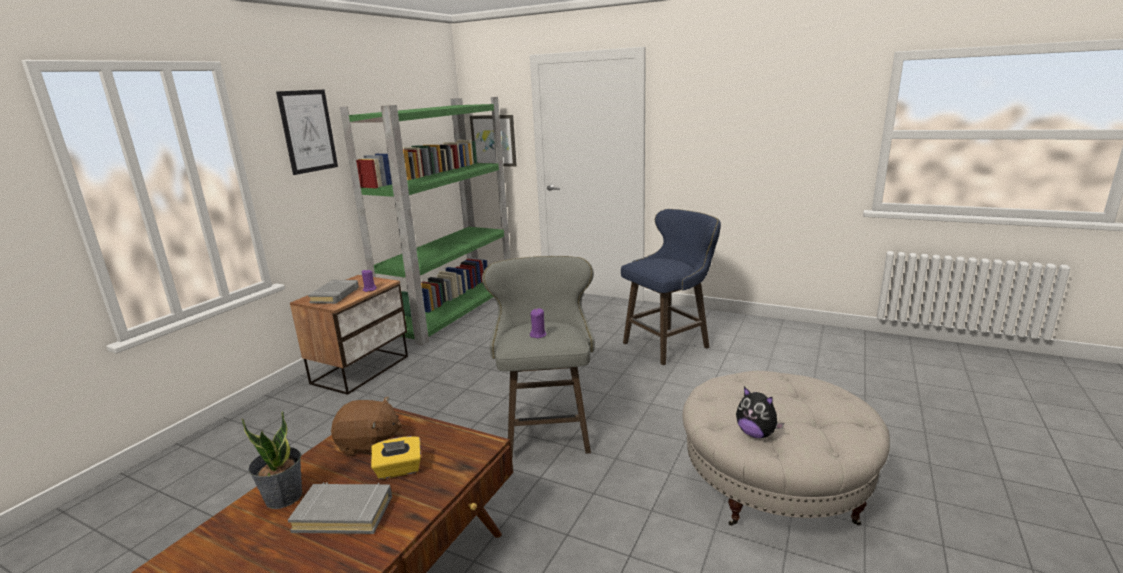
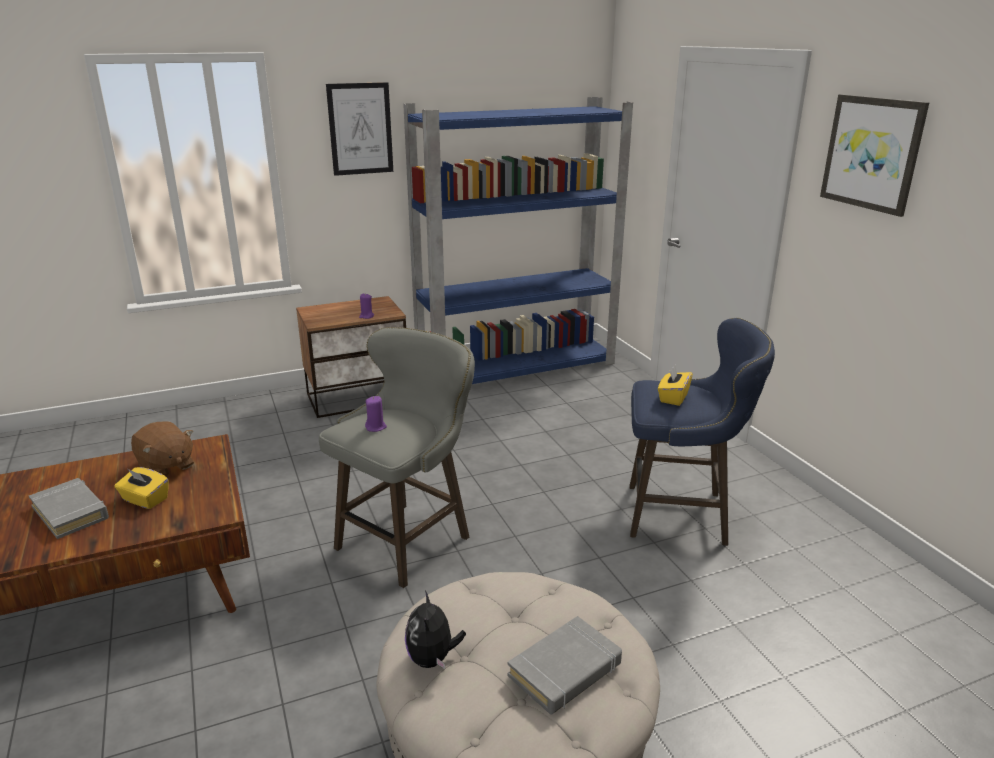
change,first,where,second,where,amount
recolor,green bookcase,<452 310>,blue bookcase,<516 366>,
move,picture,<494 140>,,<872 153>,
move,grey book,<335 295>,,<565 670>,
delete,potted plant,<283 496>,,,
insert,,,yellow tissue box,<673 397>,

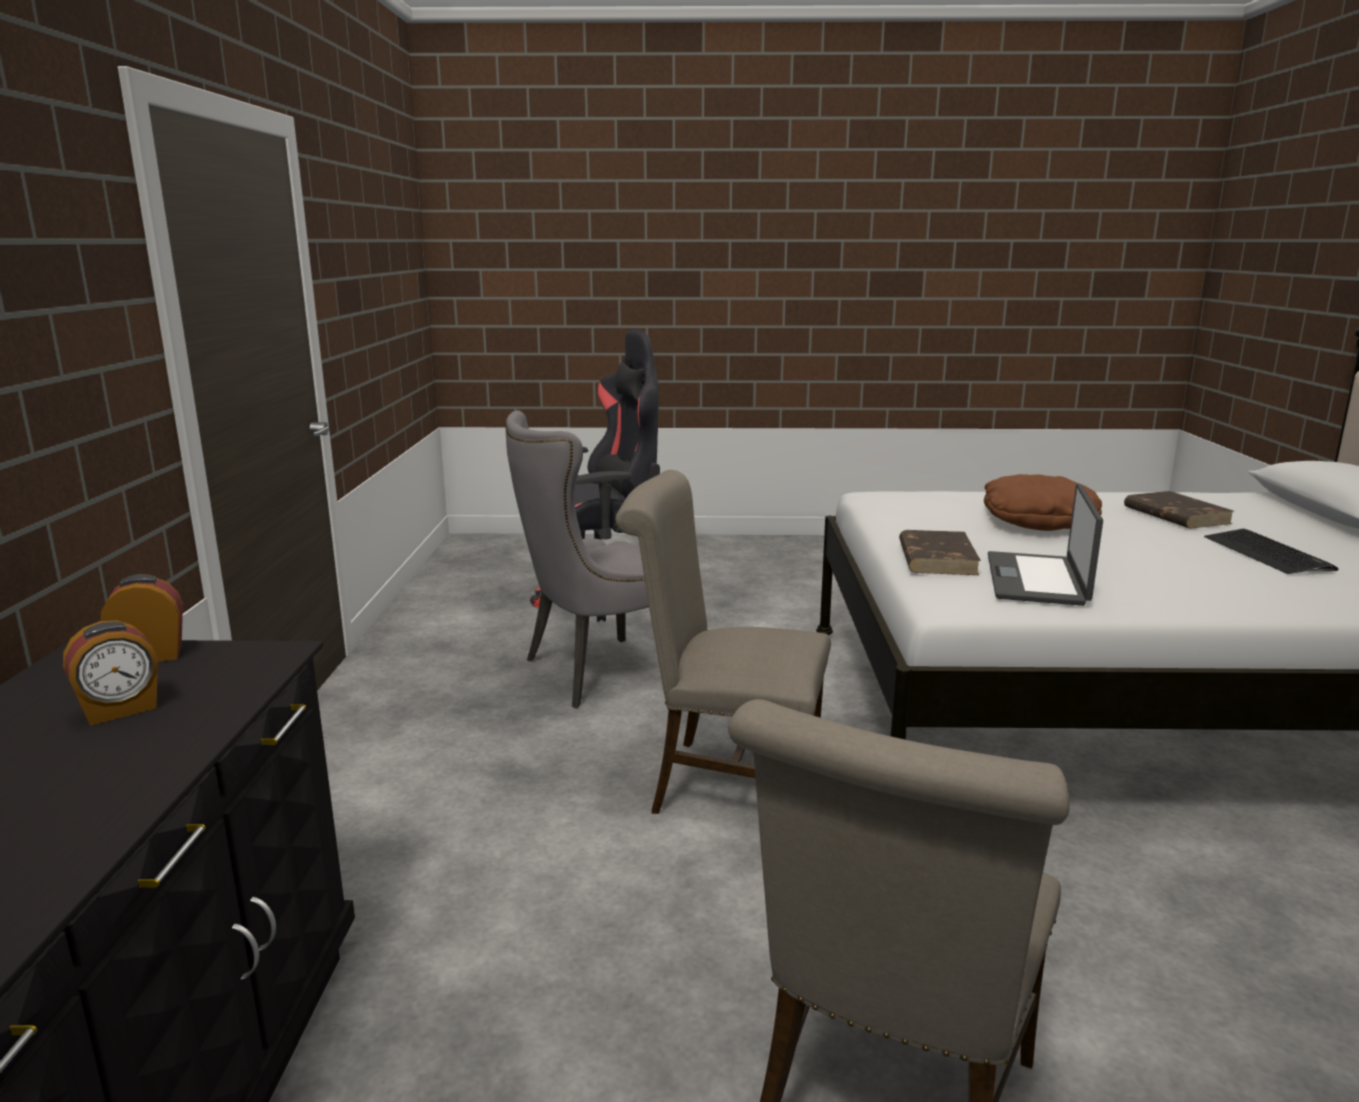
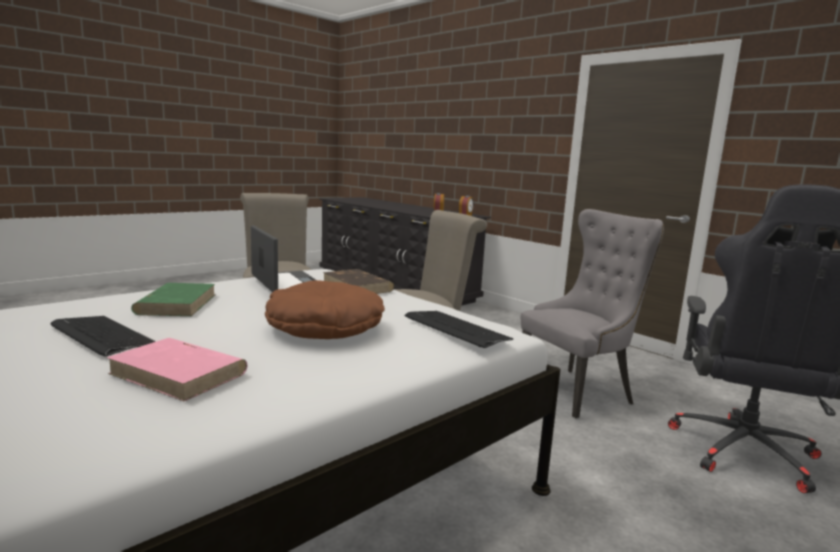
change,first,where,second,where,amount
rotate,grey chair,<595 672>,,<575 392>,45 degrees clockwise
recolor,brown book,<1175 515>,pink book,<179 373>,
insert,,,green book,<177 304>,
insert,,,keyboard,<456 329>,

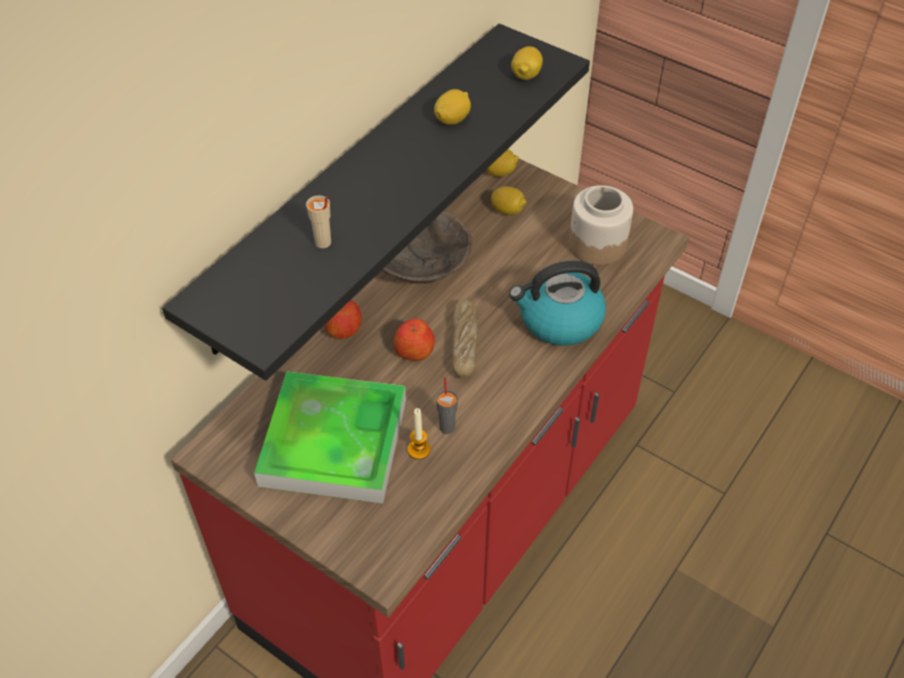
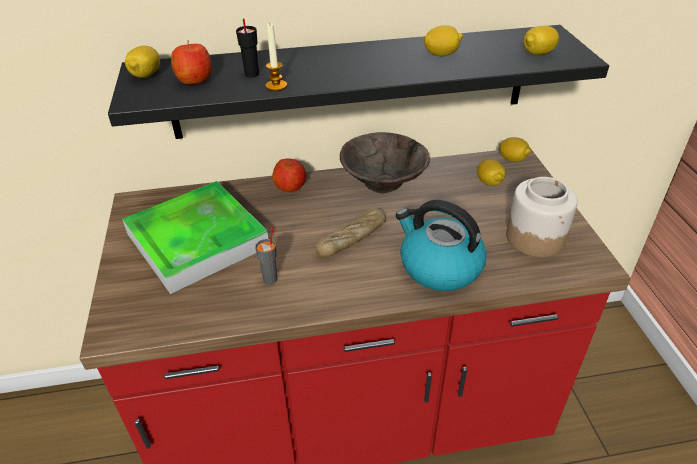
change,first,where,second,where,amount
recolor,beige cup,<323 242>,black cup,<251 74>,
move,apple,<414 351>,,<194 80>,
move,candle,<419 449>,,<276 86>,
insert,,,lemon,<146 75>,

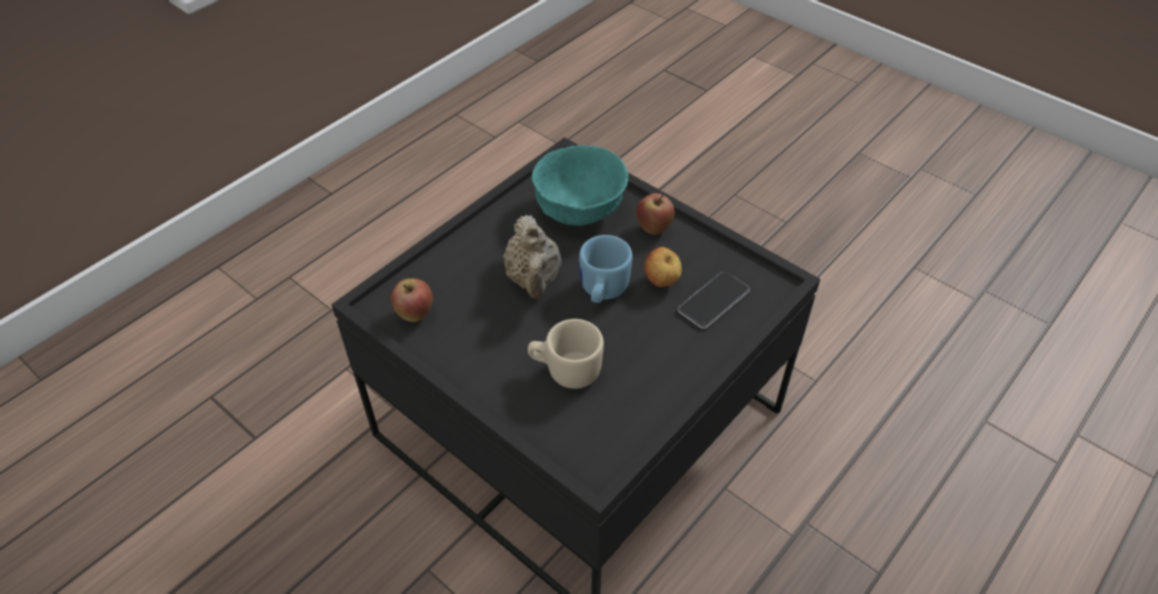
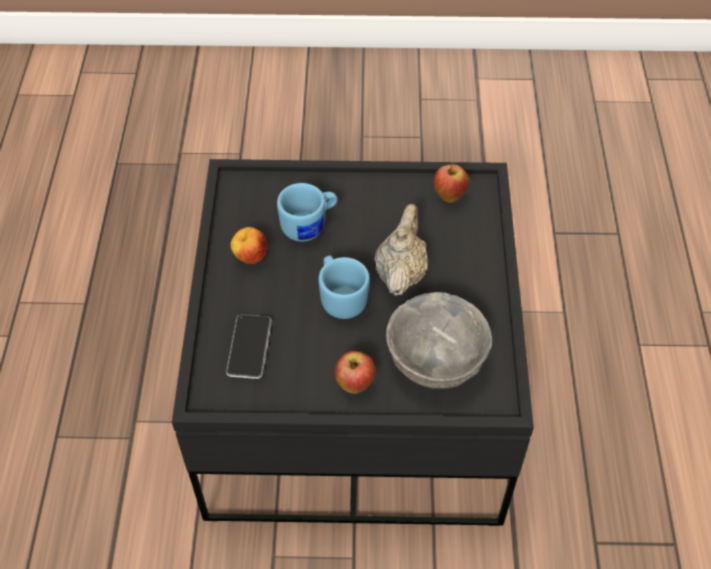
change,first,where,second,where,amount
recolor,turquoise bowl,<580 210>,grey bowl,<434 360>,
rotate,beige teapot,<533 280>,,<400 273>,60 degrees clockwise
move,apple,<661 281>,,<250 257>,
recolor,beige mug,<565 370>,blue mug,<310 226>,

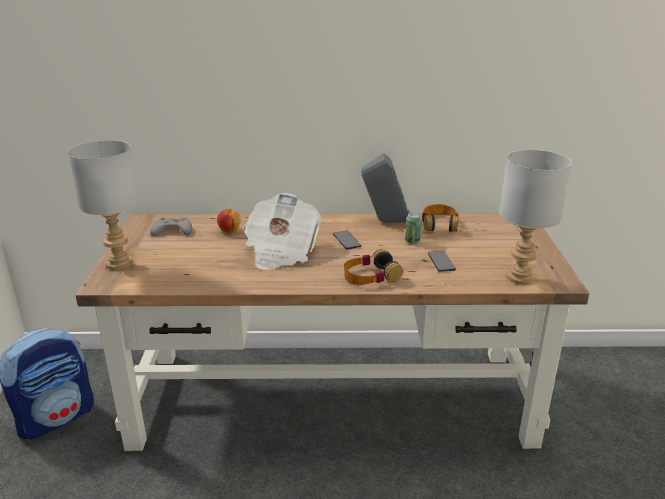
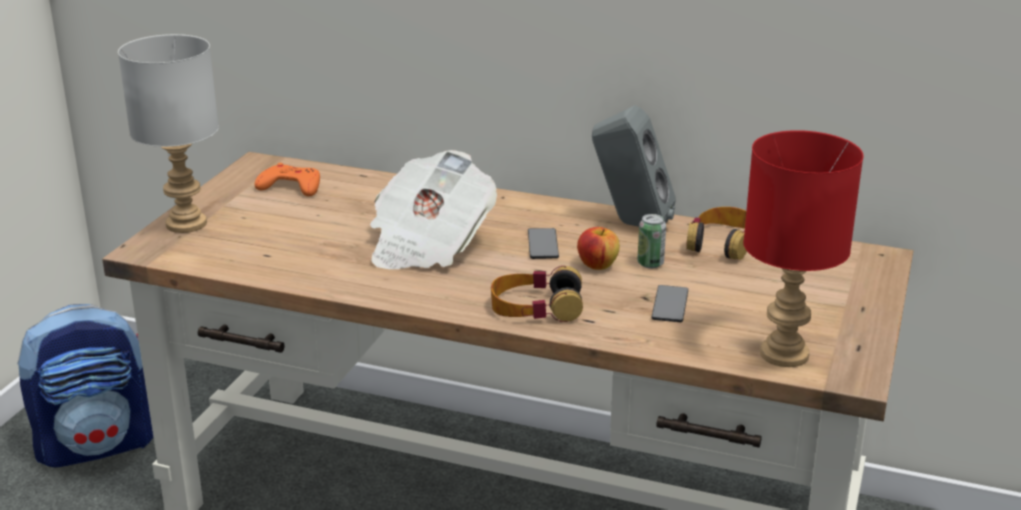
change,first,where,second,where,amount
recolor,grey table lamp,<521 277>,red table lamp,<786 354>,
move,apple,<229 230>,,<597 265>,
recolor,grey game controller,<172 231>,orange game controller,<291 186>,

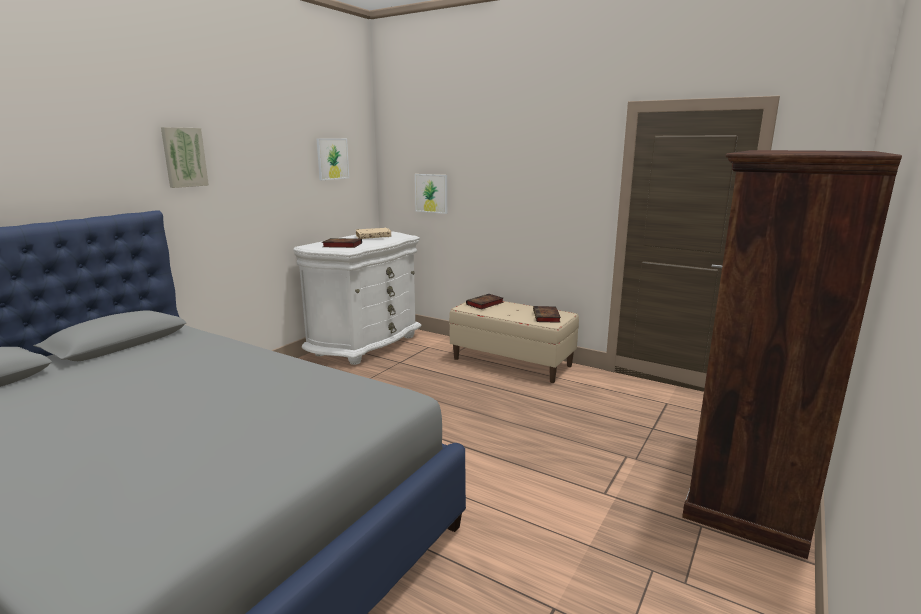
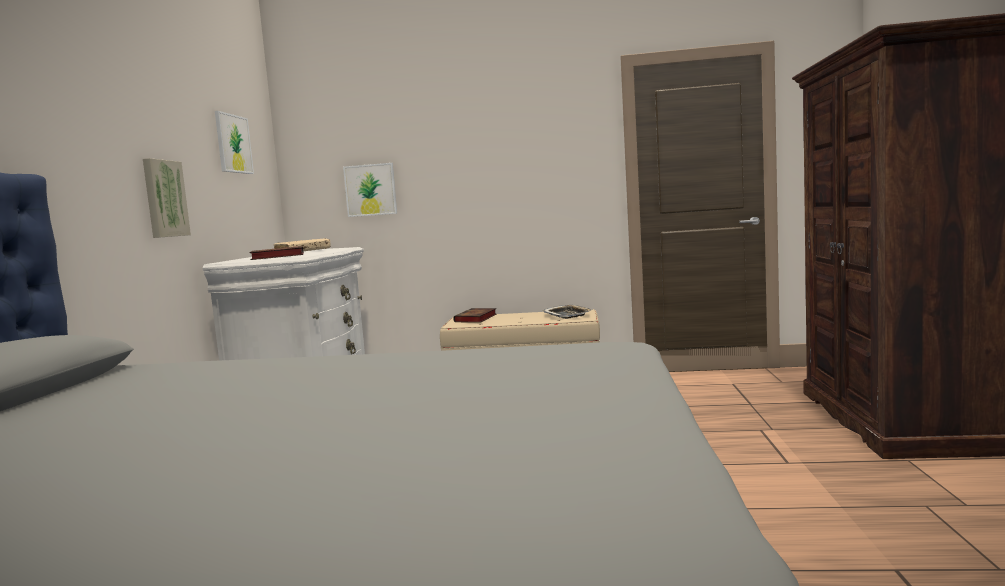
change,first,where,second,where,amount
move,picture,<184 157>,,<164 198>,
replace,book,<546 317>,tray,<567 315>,

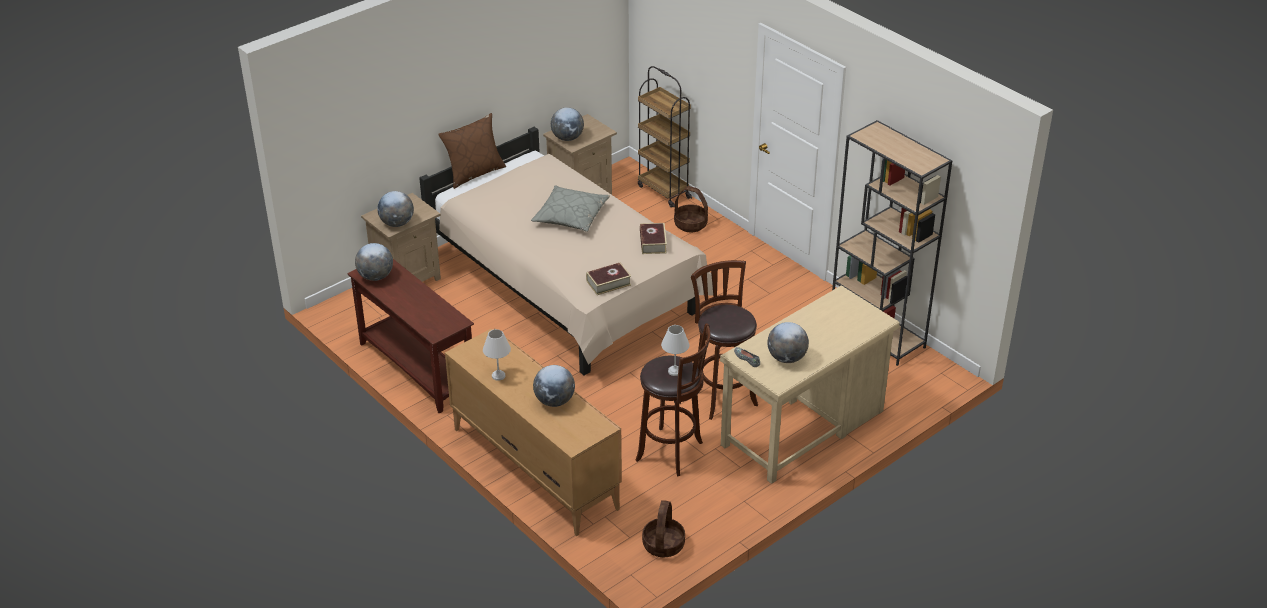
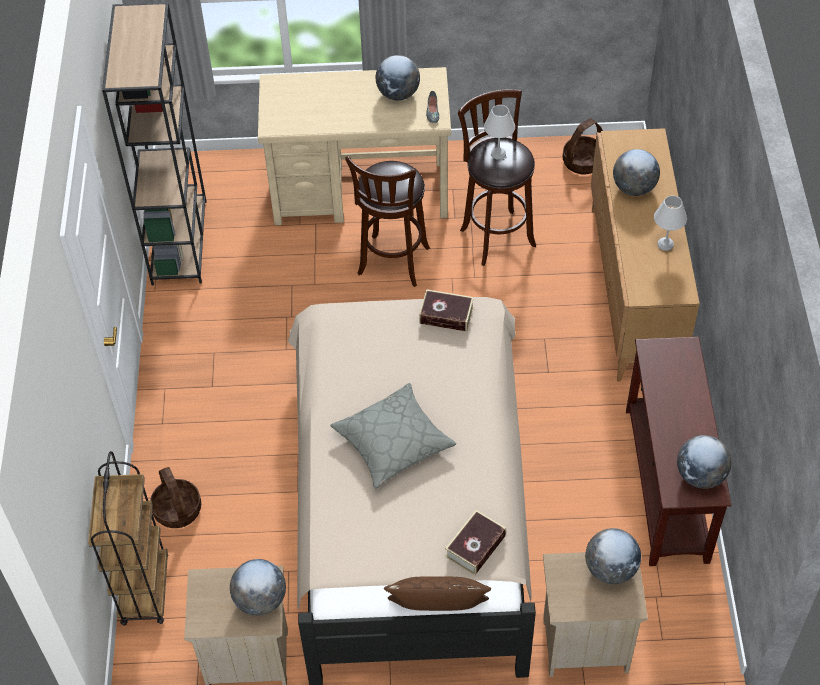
change,first,where,second,where,amount
move,book,<653 243>,,<475 546>,

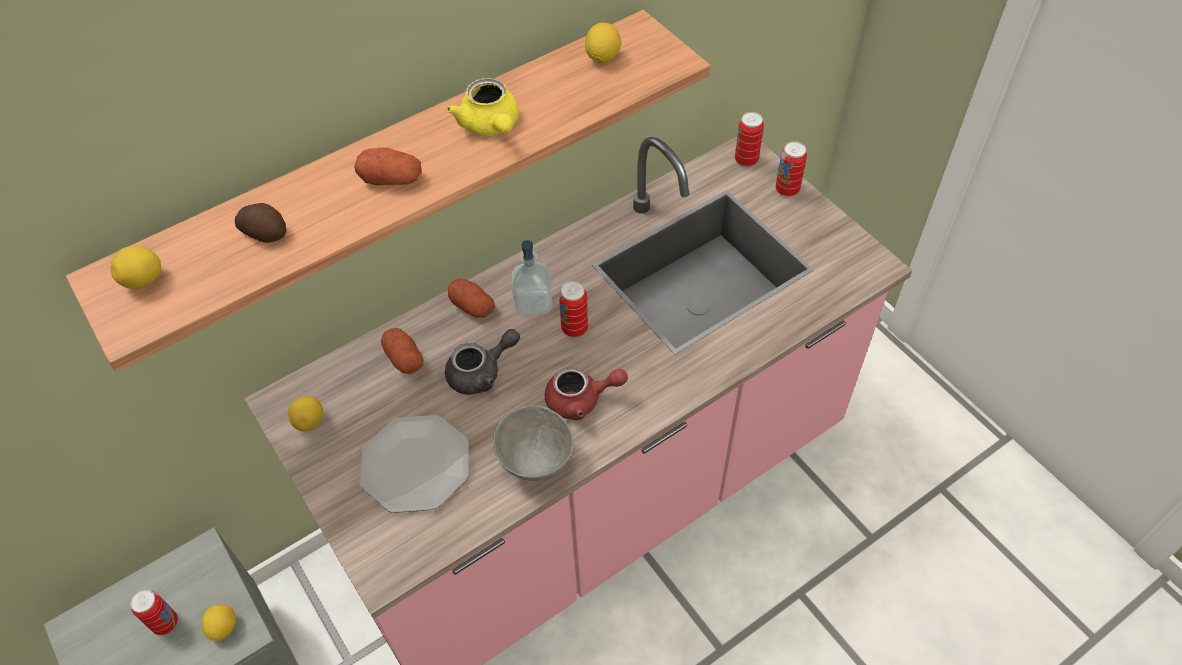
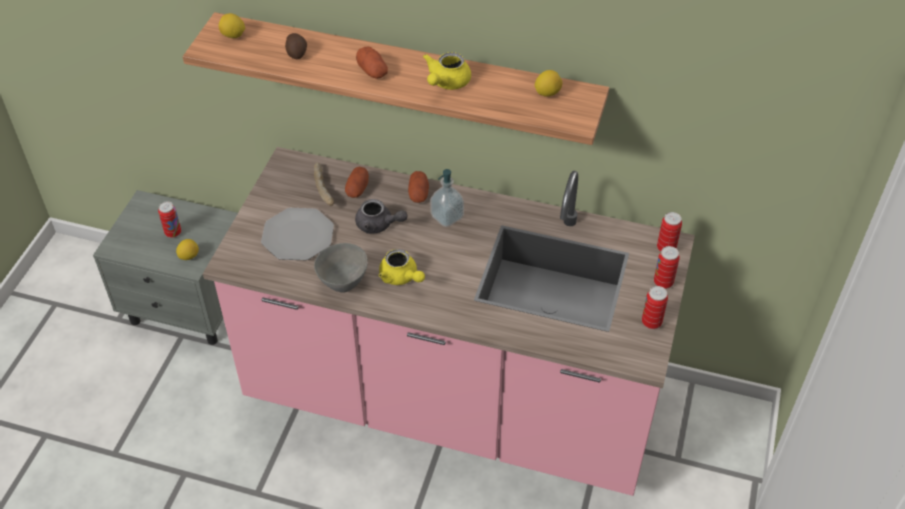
change,first,where,second,where,amount
move,can,<574 328>,,<651 322>,
recolor,red teapot,<581 400>,yellow teapot,<401 277>,
delete,lemon,<310 422>,,,
insert,,,bread,<324 189>,

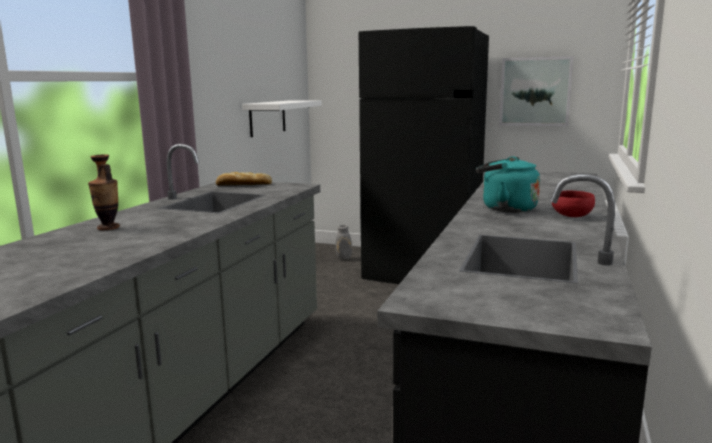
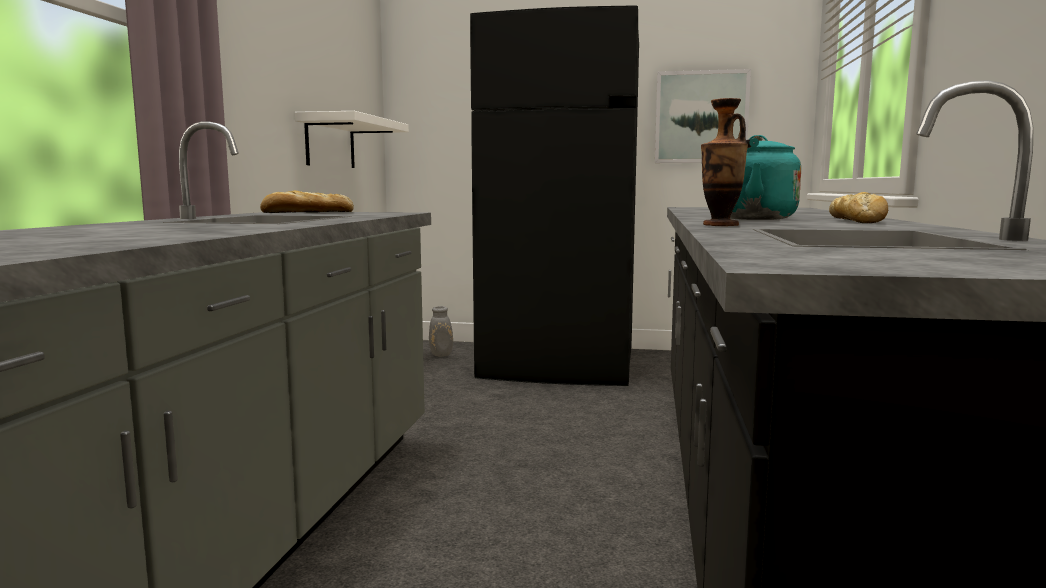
change,first,where,second,where,amount
move,vase,<108 228>,,<720 225>,
replace,red bowl,<571 216>,bread,<856 221>,

